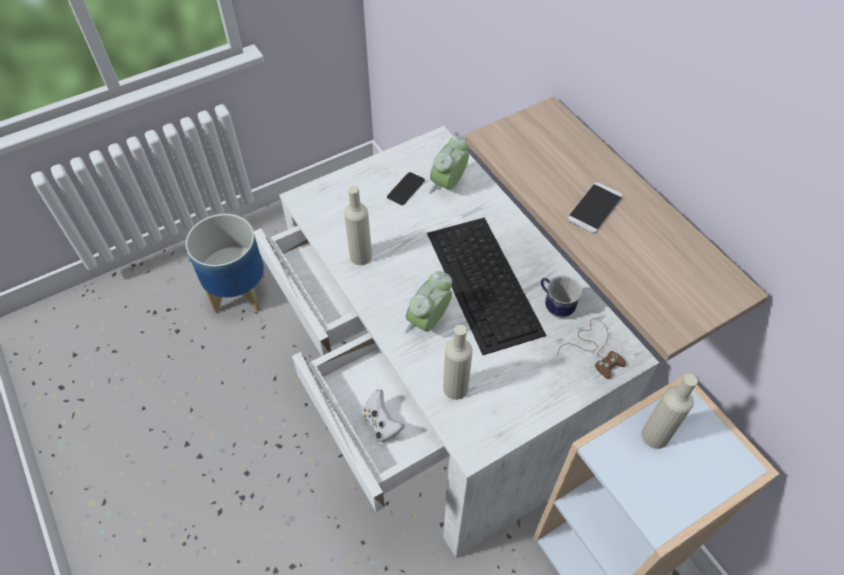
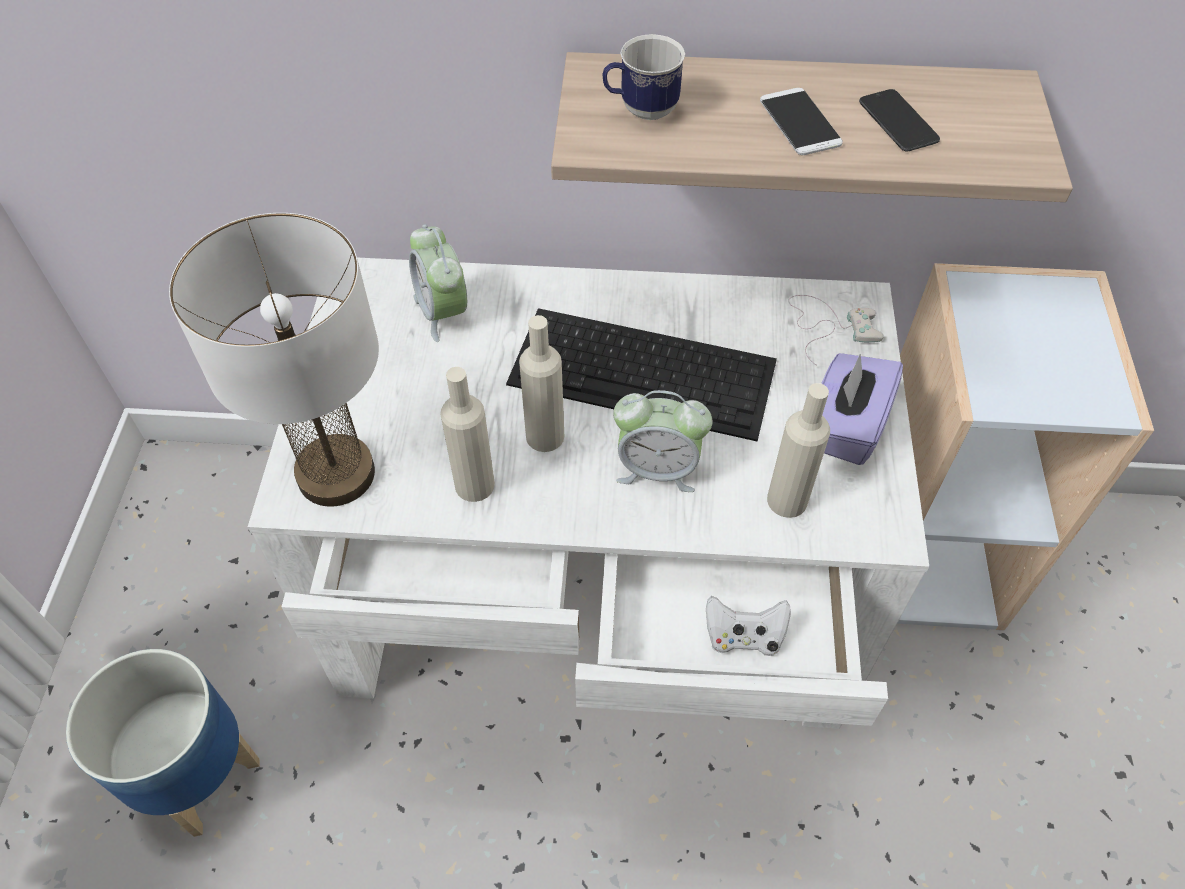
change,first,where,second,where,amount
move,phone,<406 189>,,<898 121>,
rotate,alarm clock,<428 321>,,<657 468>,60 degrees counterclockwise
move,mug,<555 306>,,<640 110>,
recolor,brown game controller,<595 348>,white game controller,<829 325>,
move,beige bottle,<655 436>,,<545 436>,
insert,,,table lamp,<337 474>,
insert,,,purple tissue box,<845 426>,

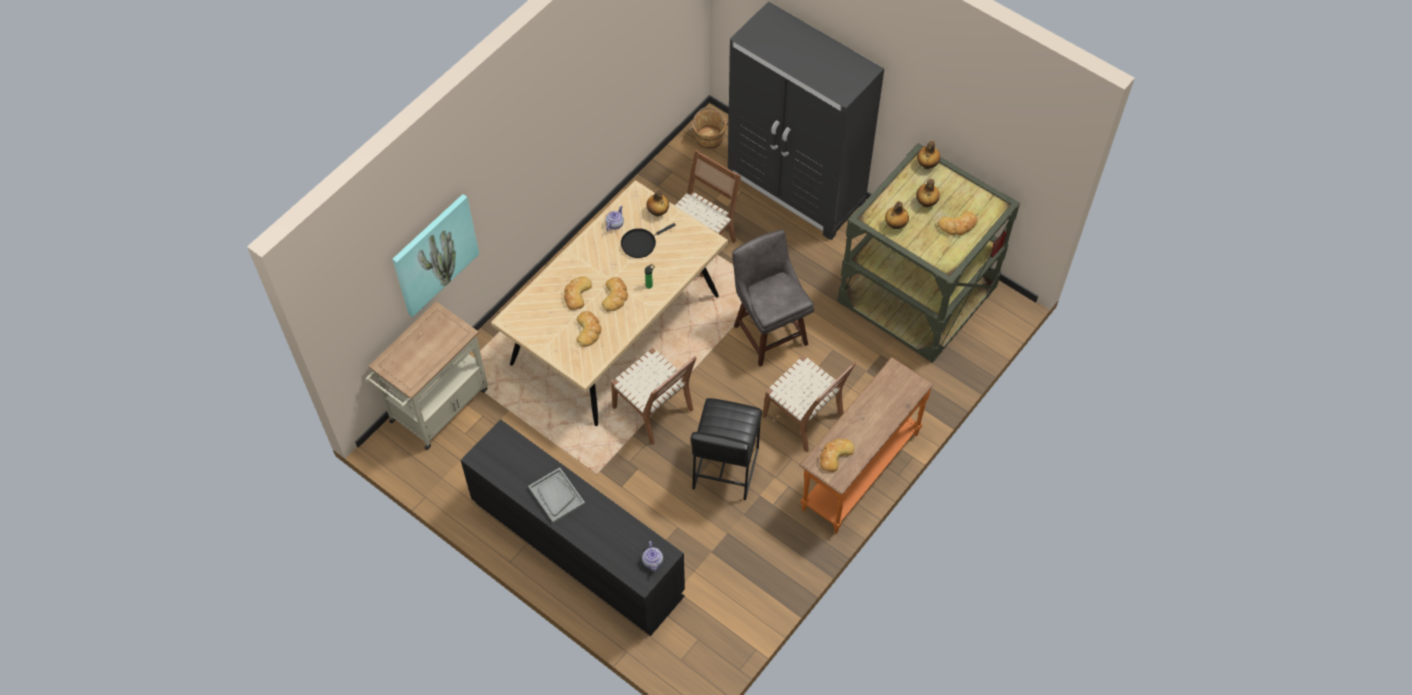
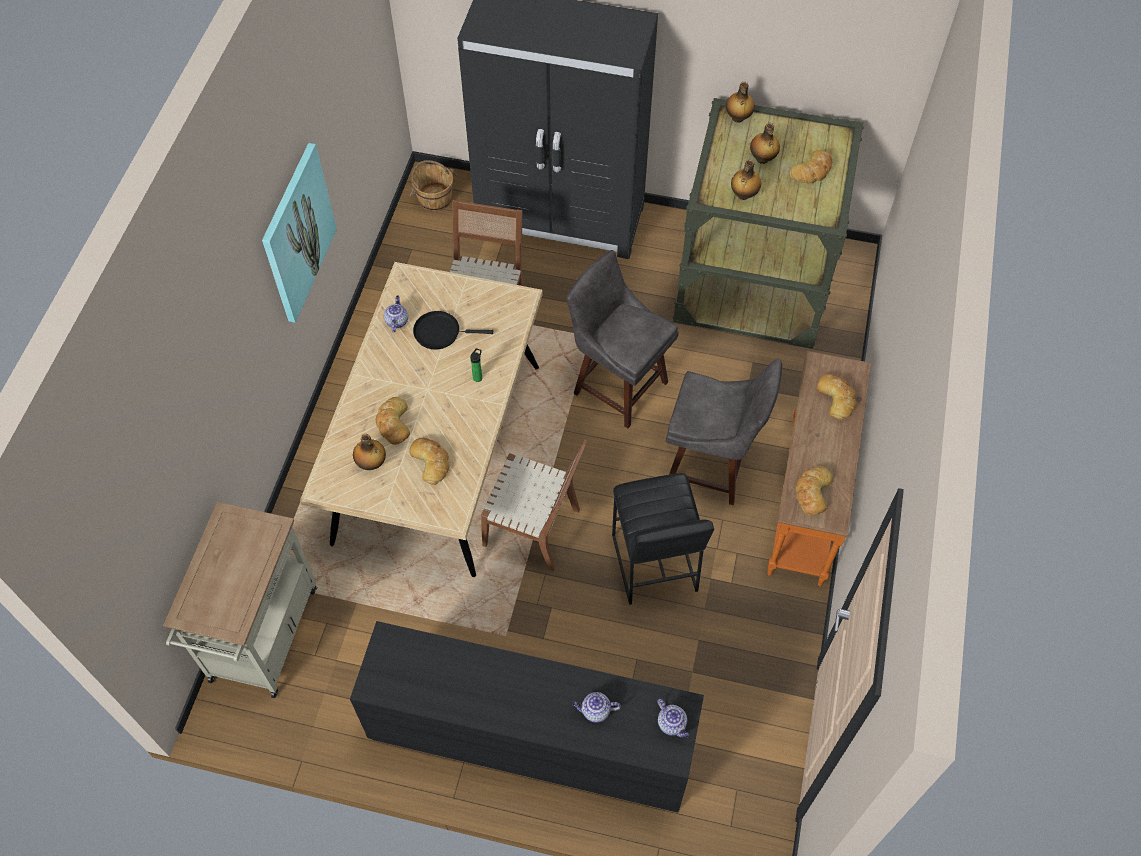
change,first,where,second,where,amount
move,bottle,<658 212>,,<371 464>,
move,picture,<434 254>,,<297 233>,
rotate,black frying pan,<640 243>,,<440 332>,60 degrees clockwise
move,bread,<615 296>,,<837 398>,
replace,chair,<805 419>,grey stool,<712 467>,
delete,grey tray,<556 496>,,,
insert,,,teapot,<595 711>,

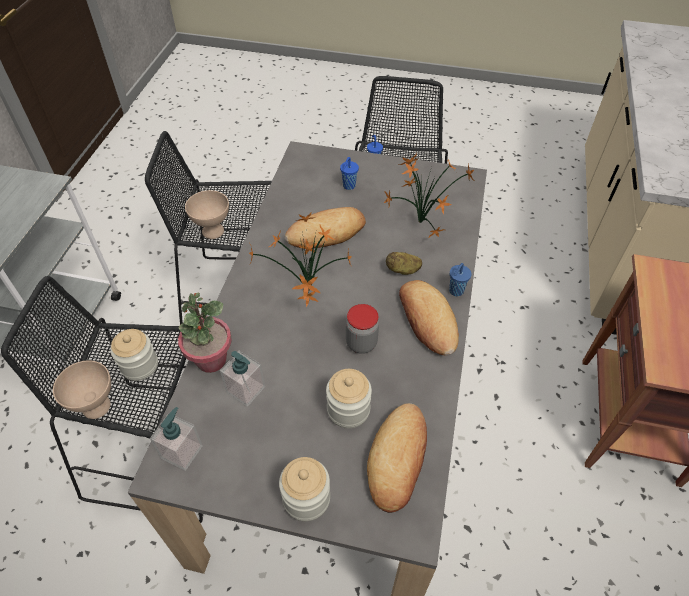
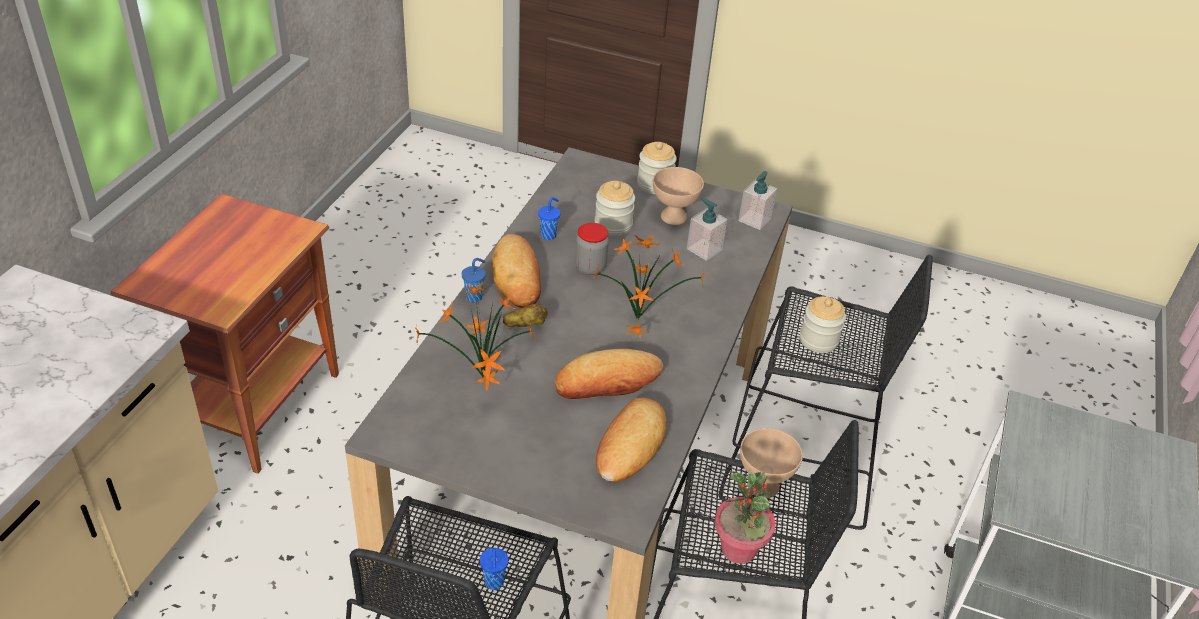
change,first,where,second,where,amount
move,blue cup,<348 186>,,<549 235>,
move,potted plant,<211 359>,,<739 549>,
move,beige bowl,<96 407>,,<673 216>,
move,bread,<398 459>,,<630 445>,

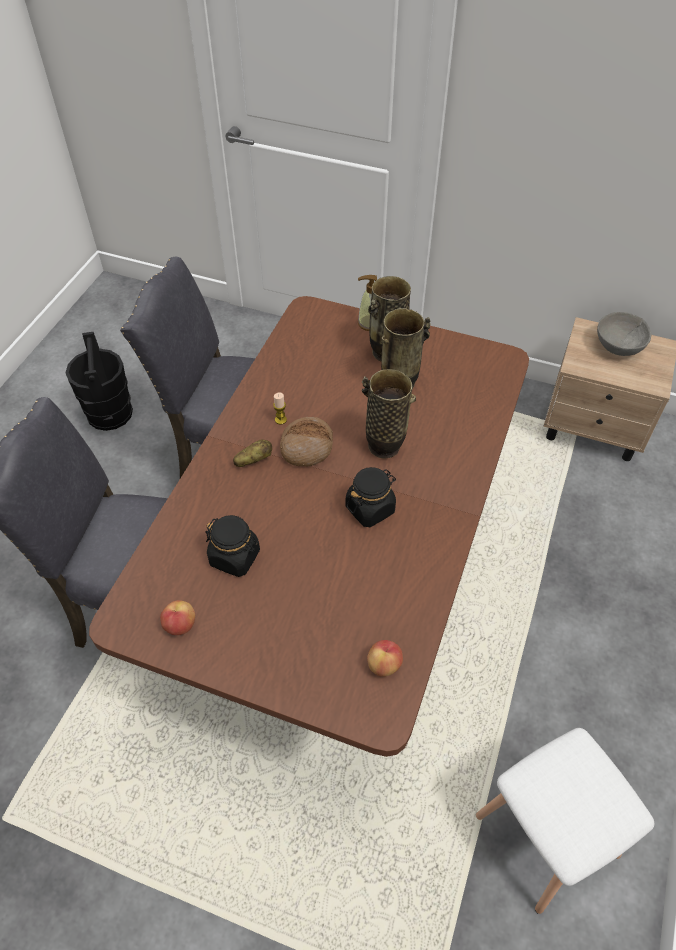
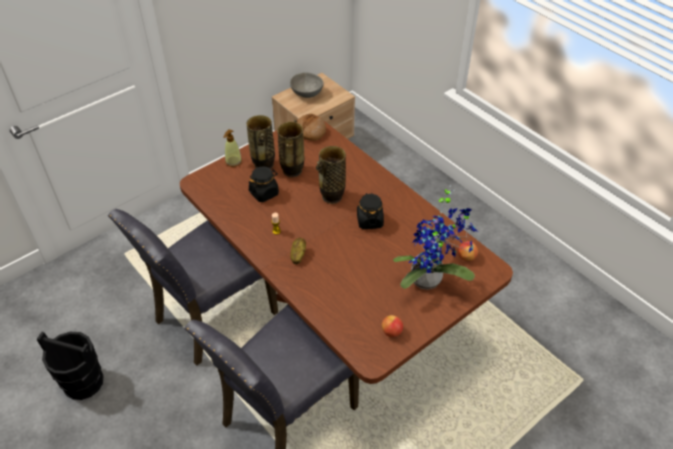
change,first,where,second,where,amount
move,bread,<307 446>,,<310 131>,
move,black jar,<235 557>,,<264 193>,
delete,white stool,<545 837>,,,
insert,,,potted plant,<430 280>,

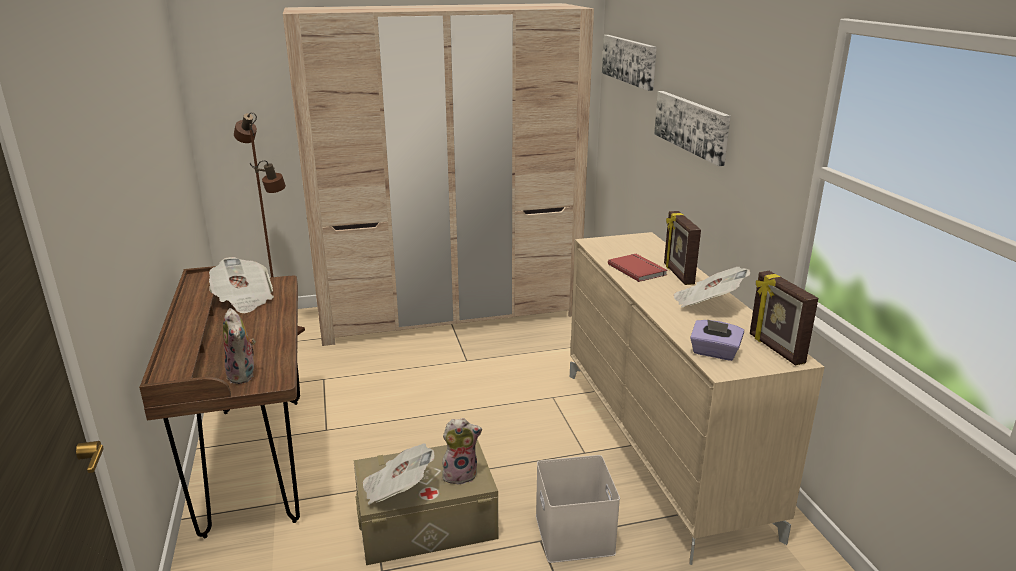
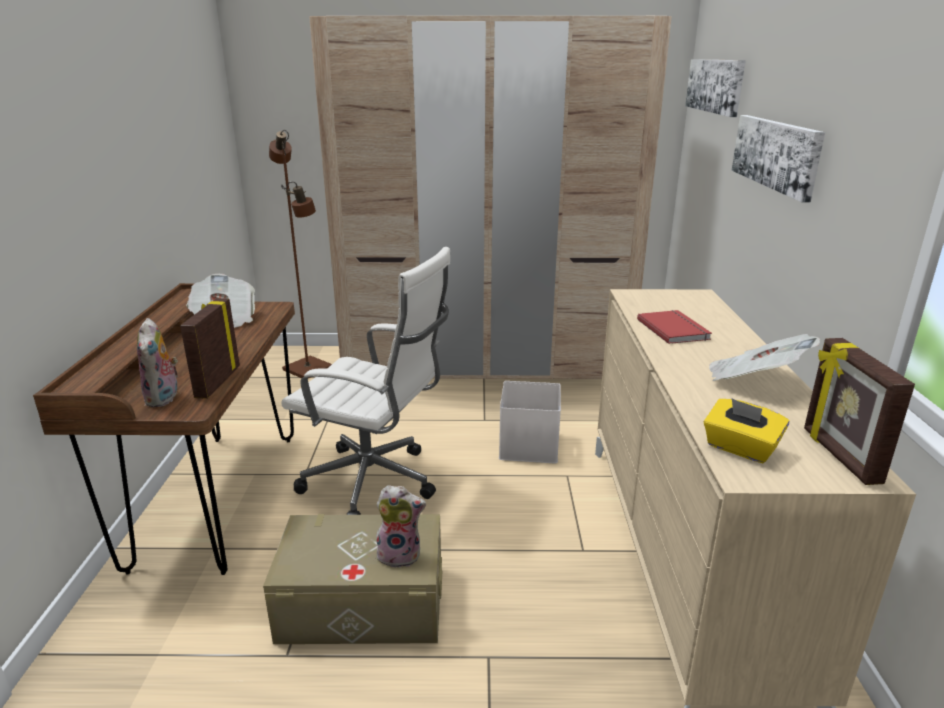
change,first,where,second,where,amount
move,picture frame,<677 274>,,<217 382>,
recolor,purple tissue box,<714 353>,yellow tissue box,<740 448>,
delete,newspaper,<397 489>,,,
move,white storage box,<572 533>,,<527 445>,
insert,,,white office chair,<376 483>,

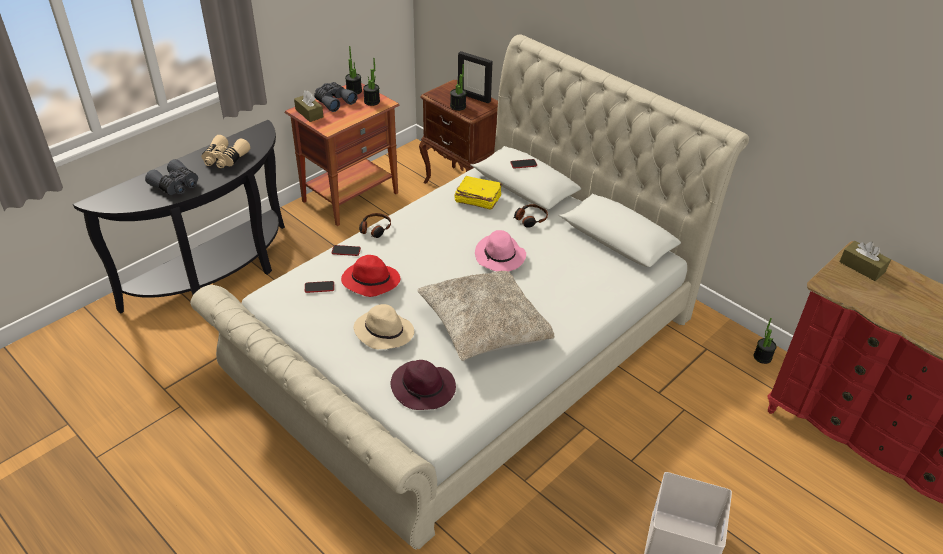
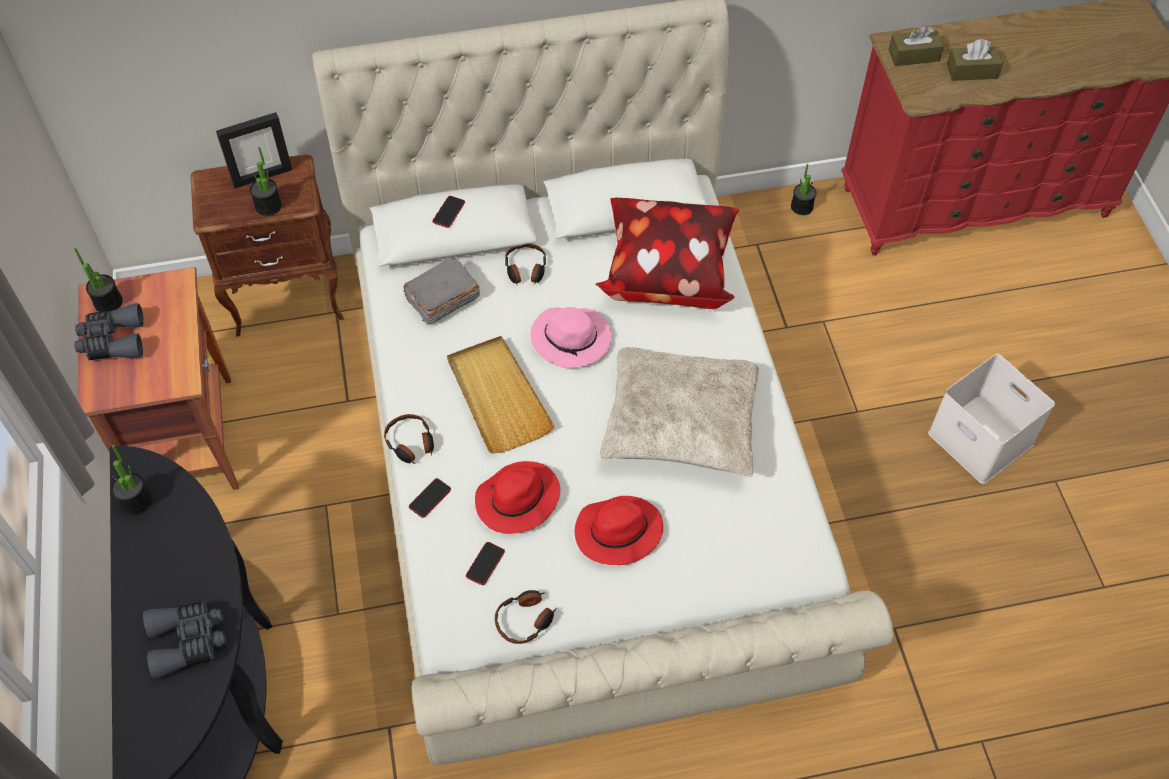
change,first,where,second,where,amount
move,potted plant,<372 101>,,<136 501>,
move,brown tissue box,<309 113>,,<972 71>,
delete,beige binoculars,<224 159>,,,
recolor,yellow book,<477 199>,grey book,<441 299>,
recolor,beige hat,<383 332>,red hat,<617 533>,
delete,purple hat,<424 388>,,,
insert,,,pillow,<666 273>,
insert,,,beige tray,<498 396>,
insert,,,headphones,<525 620>,

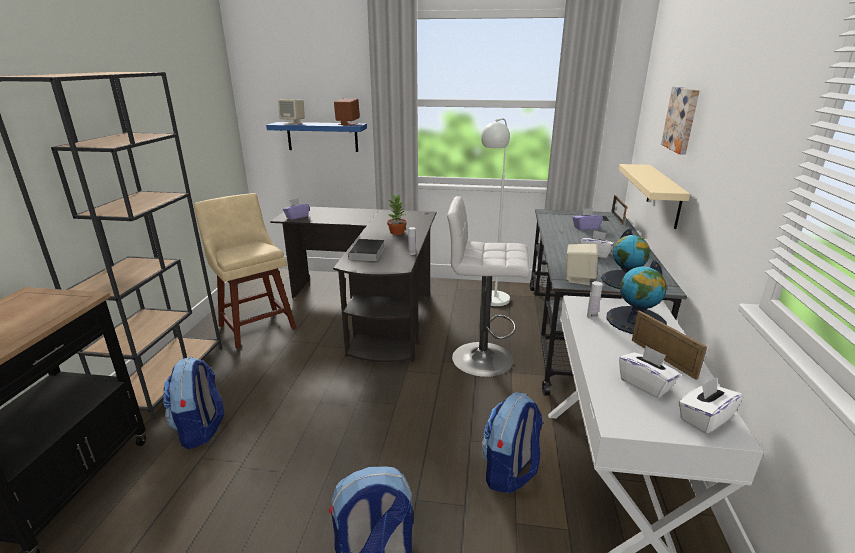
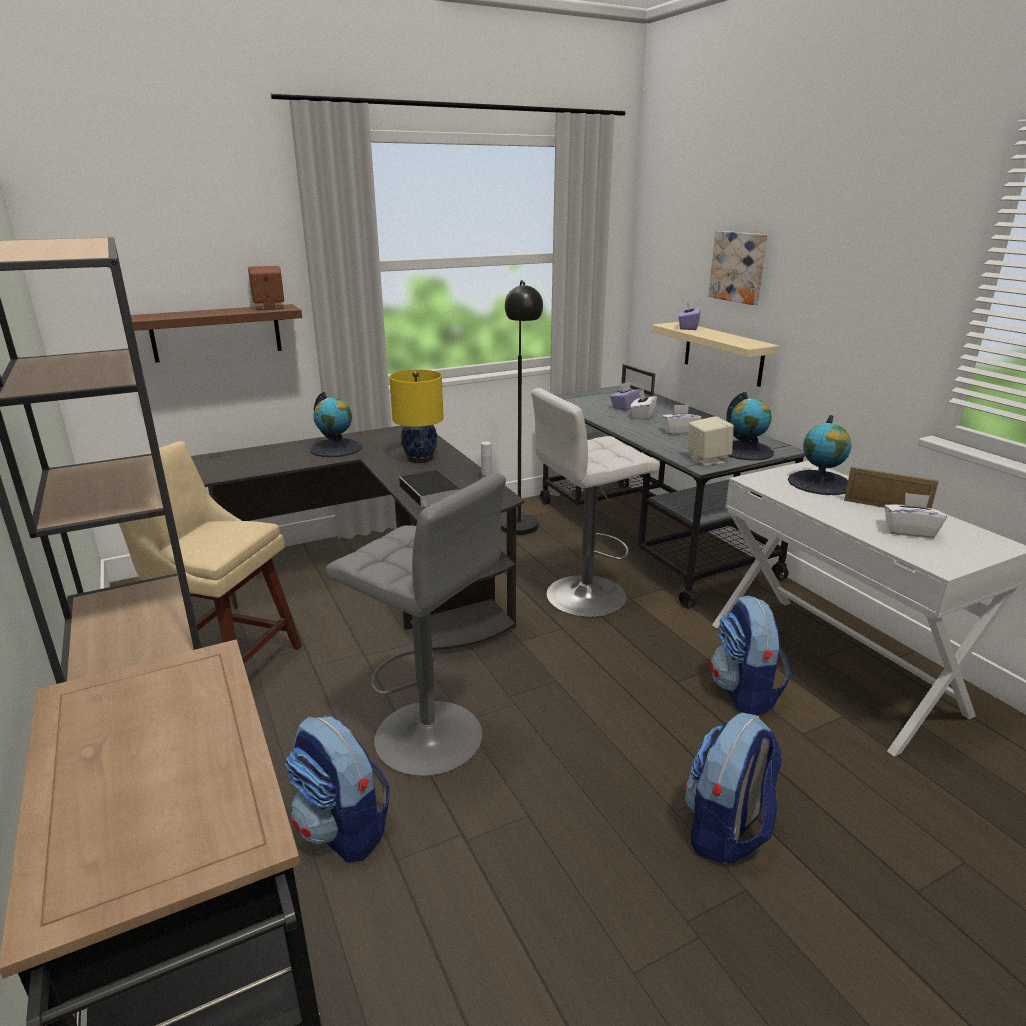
change,first,where,second,where,amount
delete,beige speaker,<293 123>,,,
recolor,white floor lamp,<491 304>,black floor lamp,<520 532>,
recolor,blue shelf,<322 136>,brown shelf,<216 333>,
replace,potted plant,<397 232>,yellow table lamp,<420 458>,
move,purple tissue box,<297 217>,,<688 328>,
delete,white bottle,<591 317>,,,
move,white tissue box,<704 418>,,<642 416>,
insert,,,globe,<336 448>,
insert,,,grey stool,<428 738>,

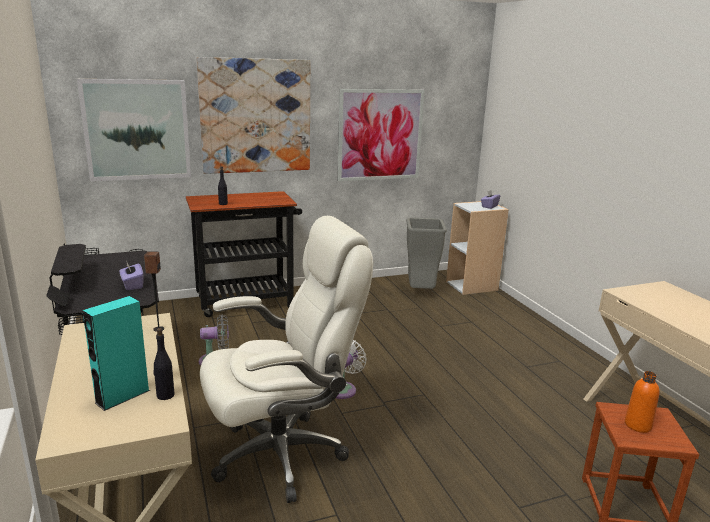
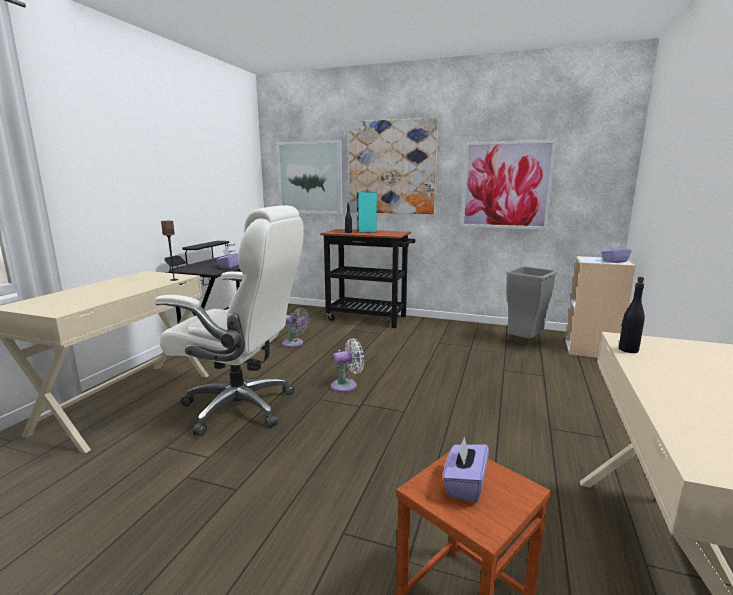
change,first,where,second,where,amount
move,turquoise speaker,<122 396>,,<366 232>,
move,black bottle,<165 395>,,<628 350>,
replace,orange bottle,<638 425>,purple tissue box,<464 484>,

